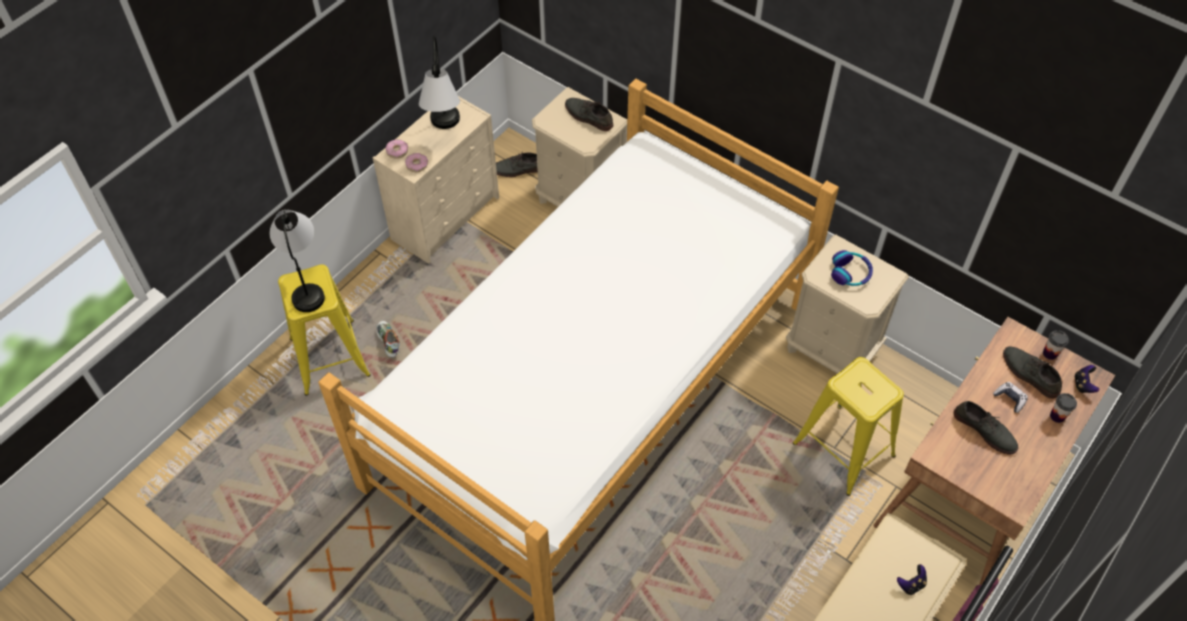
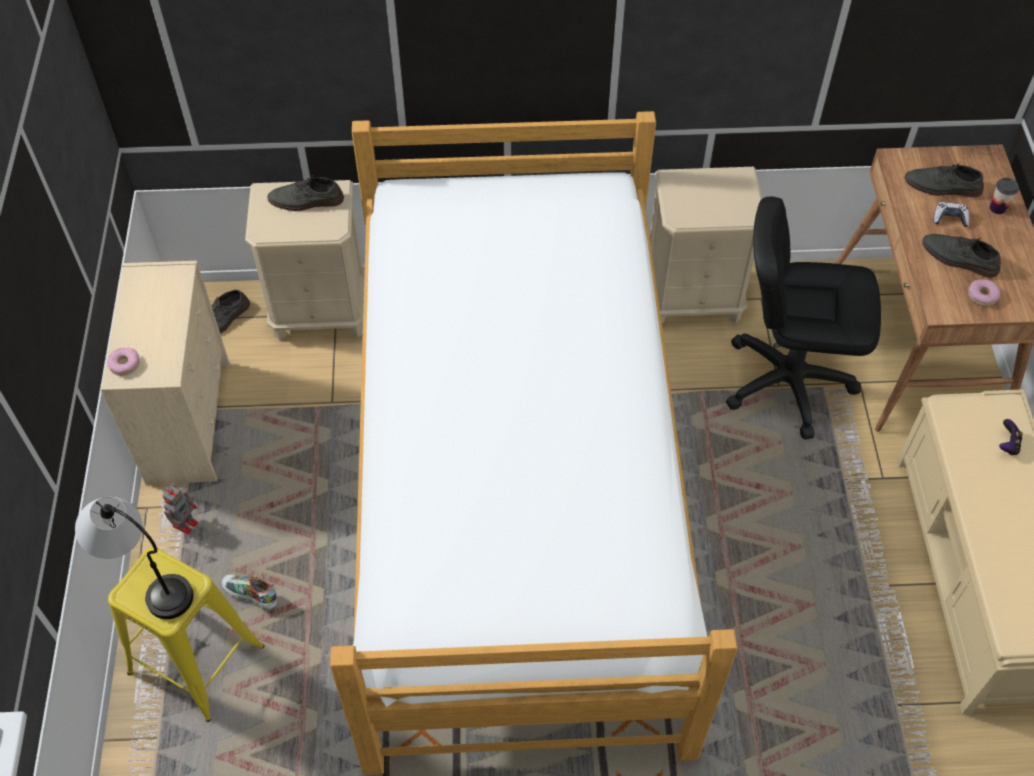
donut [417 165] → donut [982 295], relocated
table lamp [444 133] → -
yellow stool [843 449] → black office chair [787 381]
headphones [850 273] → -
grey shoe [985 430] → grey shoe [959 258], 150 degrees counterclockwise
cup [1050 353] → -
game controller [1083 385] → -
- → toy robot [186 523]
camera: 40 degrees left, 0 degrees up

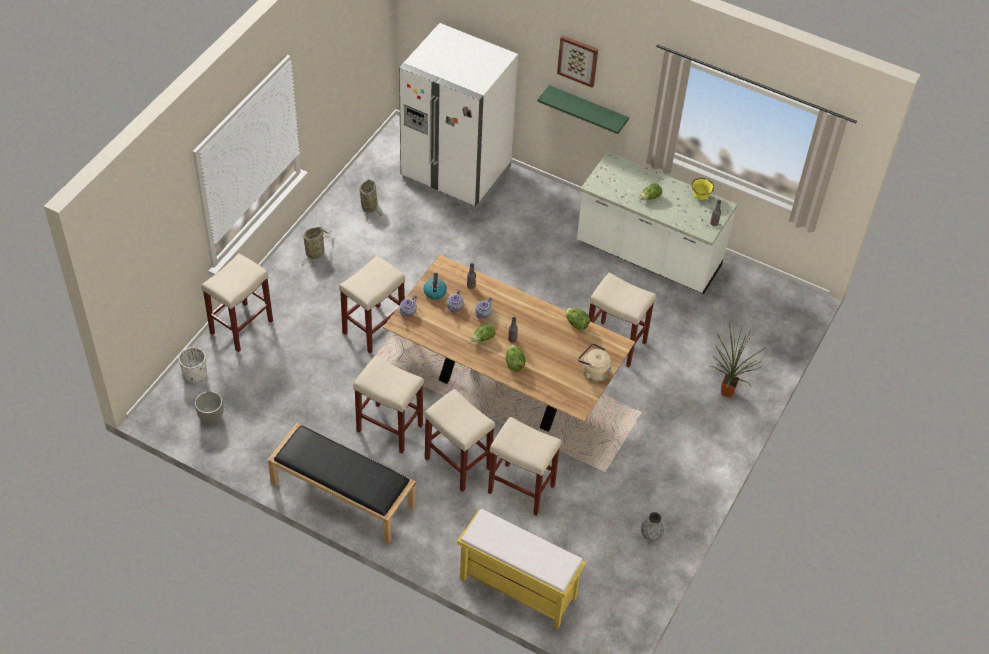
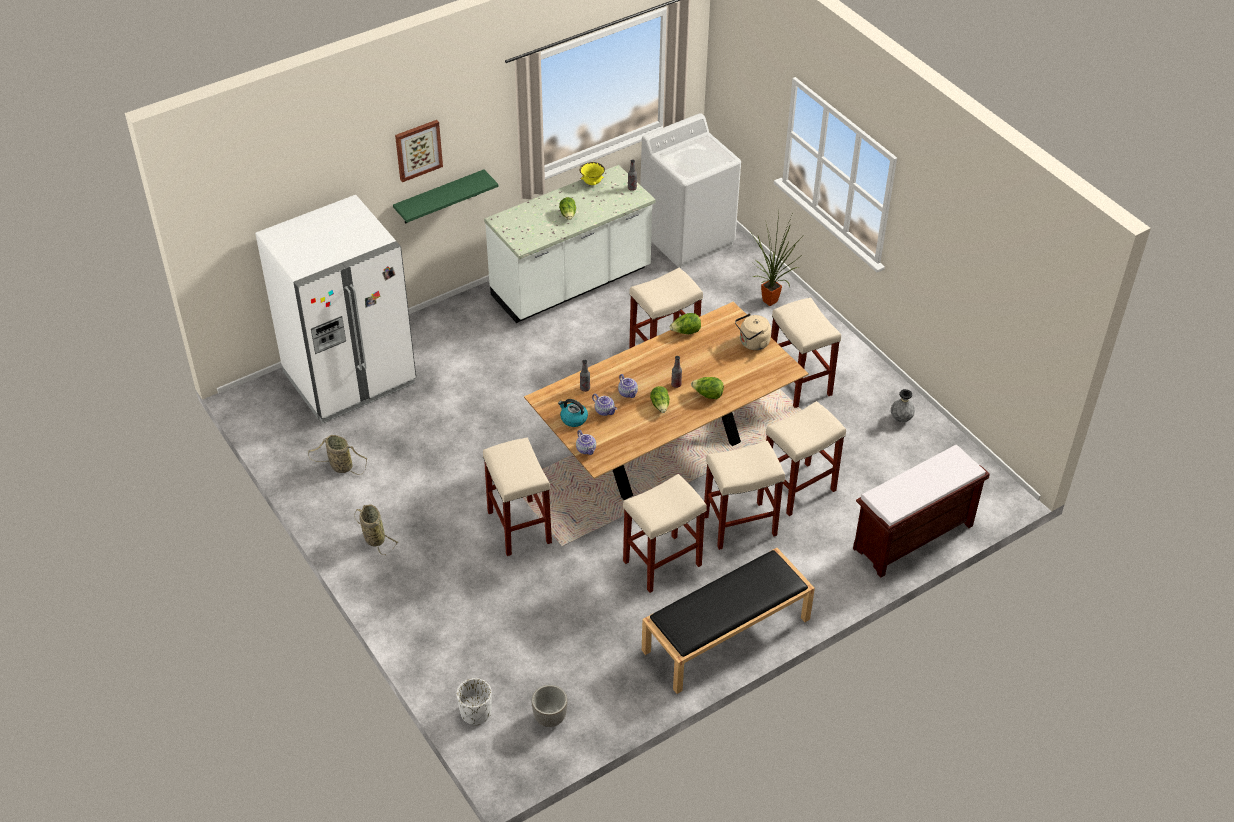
beige stool [241 327] → beige stool [800 384], relocated
yellow bench [516 588] → brown bench [912 538]
- → white washing machine [687 237]
camera: 60 degrees left, 5 degrees down

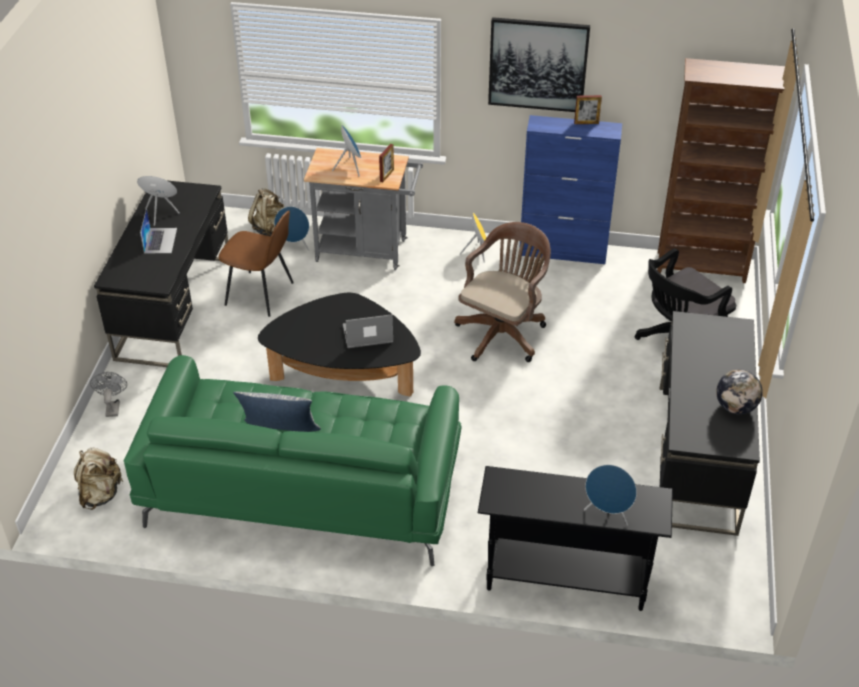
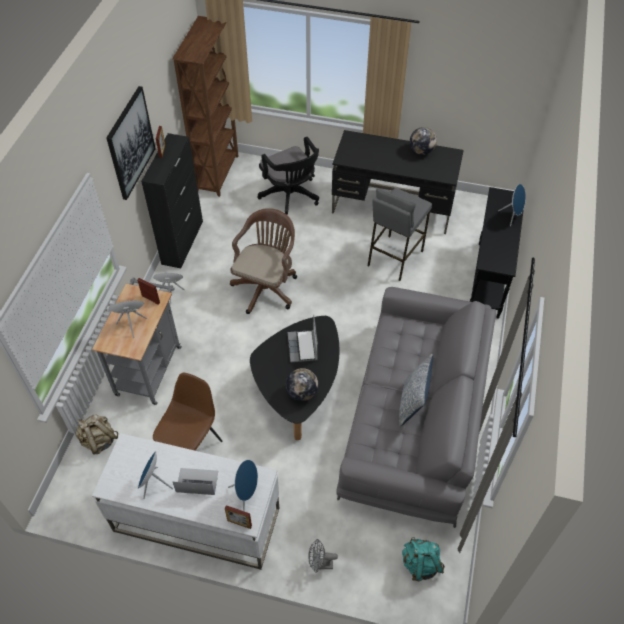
beige backpack [100 494] → turquoise backpack [420 564]
black desk [175 308] → white desk [196 519]
green sofa [301 486] → grey sofa [413 418]
blue speaker [294 246] → blue speaker [246 492], relocated
brown office chair [503 332] → brown office chair [266 286], 75 degrees clockwise
blue cabinet [563 251] → black cabinet [182 242]
- → picture frame [239 523]
- → globe [302 393]
- → grey stool [394 258]
camera: 85 degrees left, 10 degrees up

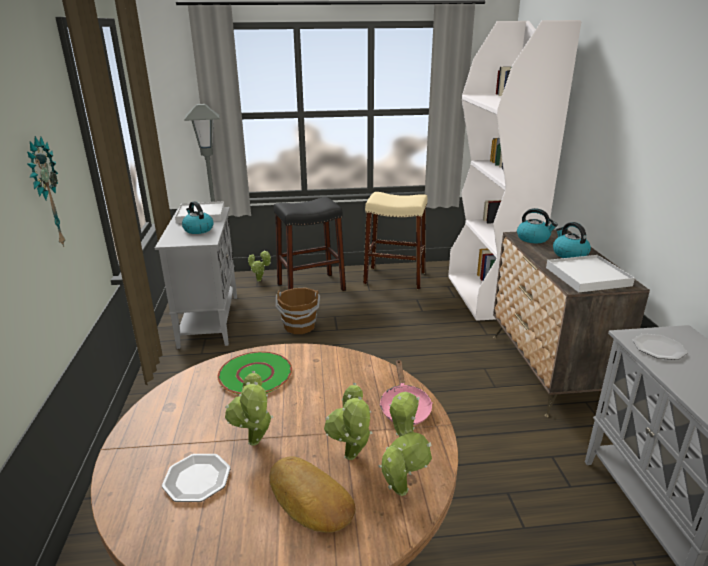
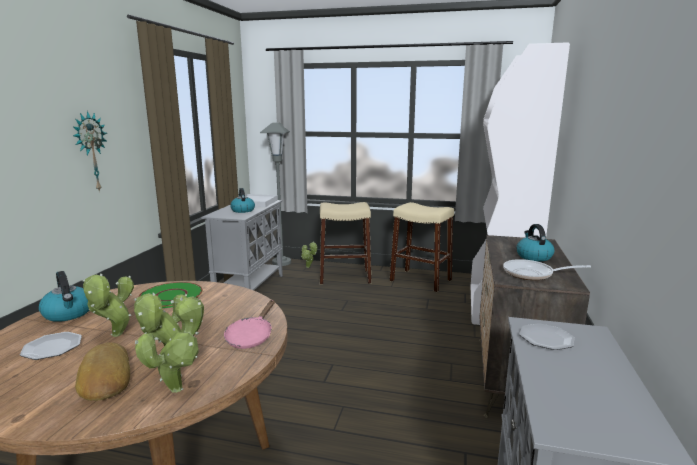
black stool [311 287] → beige stool [344 277]
brown bucket [299 327] → -
kettle [533 239] → kettle [68 313], relocated
white tray [588 276] → frying pan [532 274]
camera: 20 degrees right, 10 degrees down

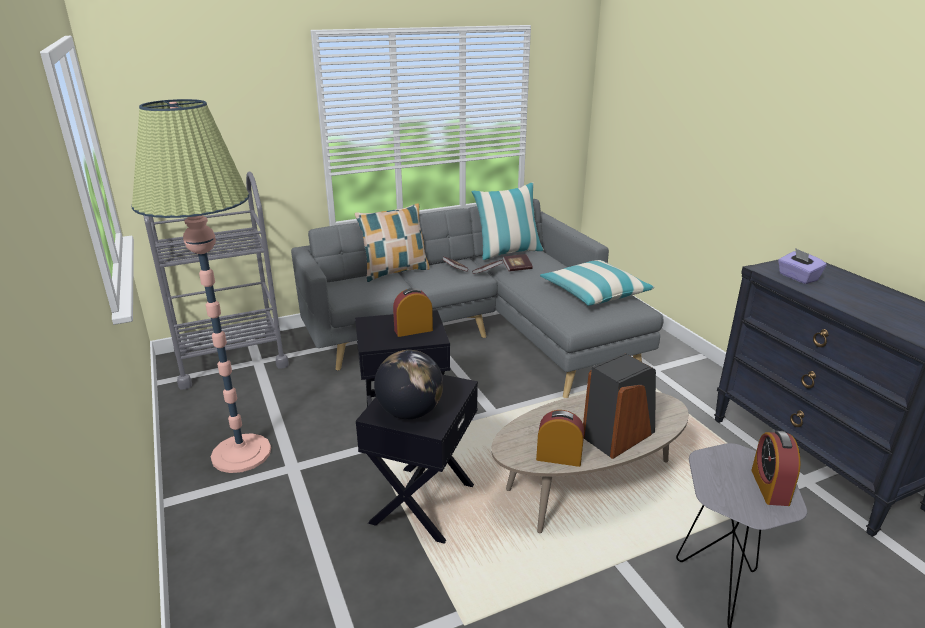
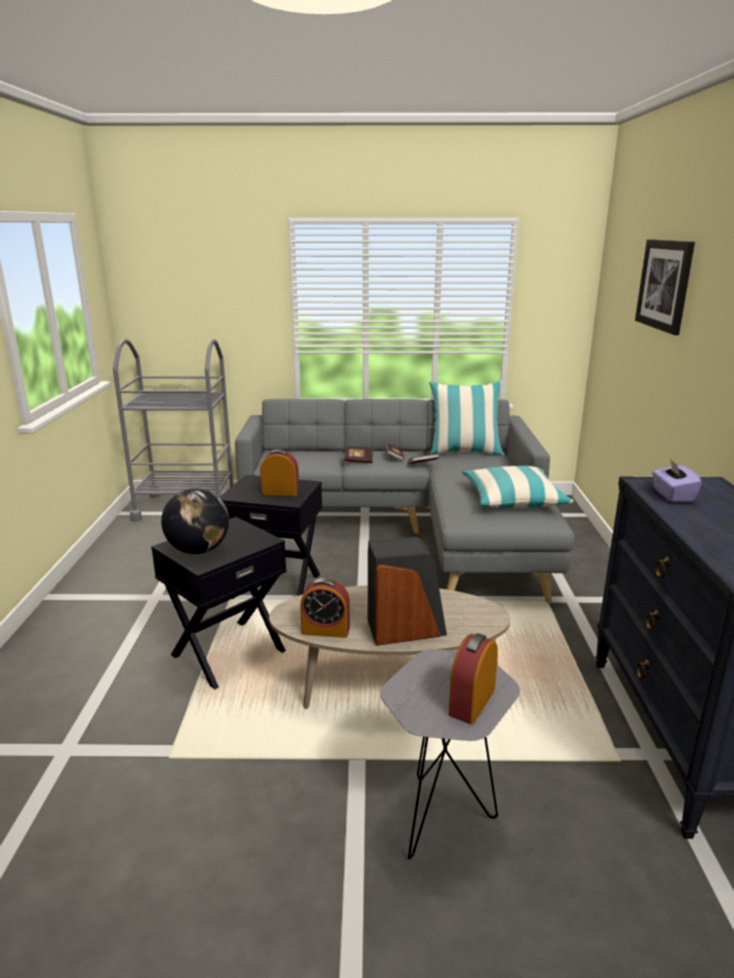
floor lamp [241 453] → -
pillow [395 272] → -
book [517 268] → book [358 460], relocated
alarm clock [559 457] → alarm clock [325 630], 150 degrees clockwise
- → picture [665 285]
camera: 25 degrees right, 5 degrees down

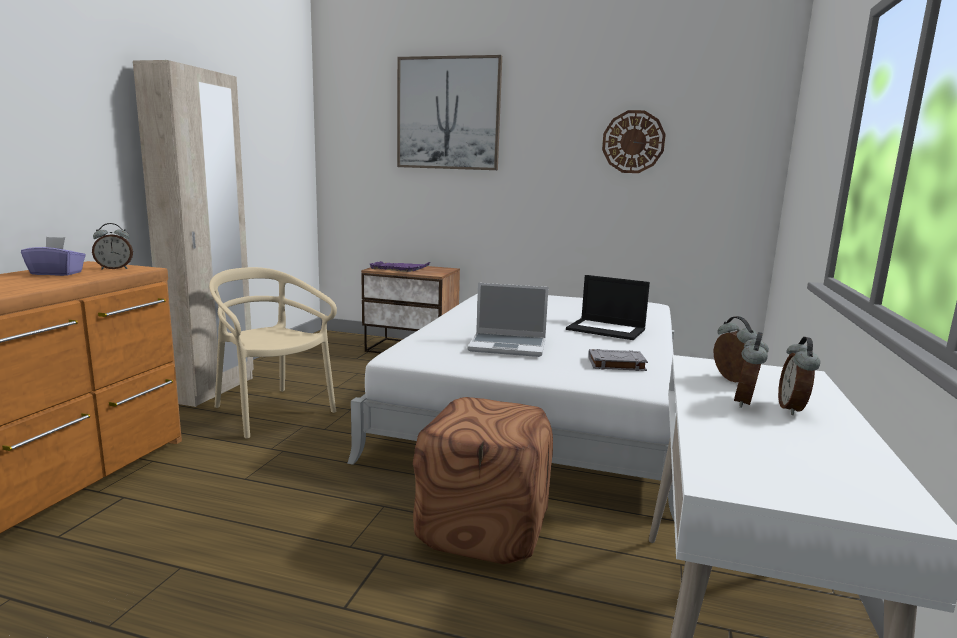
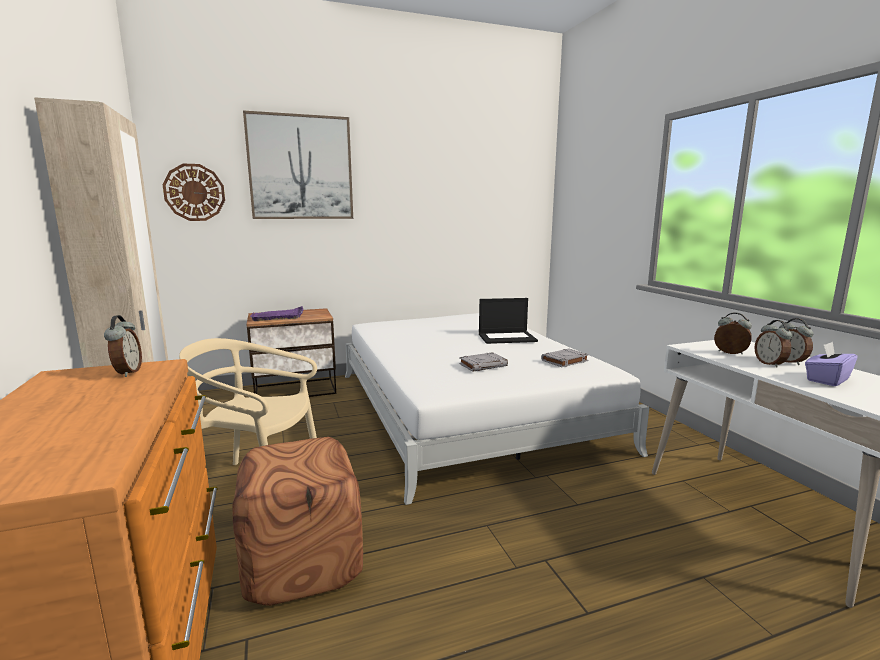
purple tissue box [57 273] → purple tissue box [826 380], relocated
alarm clock [114 269] → alarm clock [127 373], 45 degrees counterclockwise
brown ottoman [485 527] → brown ottoman [304 561], relocated
laptop [508 346] → grey book [483 365]
wall clock [633 142] → wall clock [194 192], relocated
camera: 35 degrees left, 0 degrees up

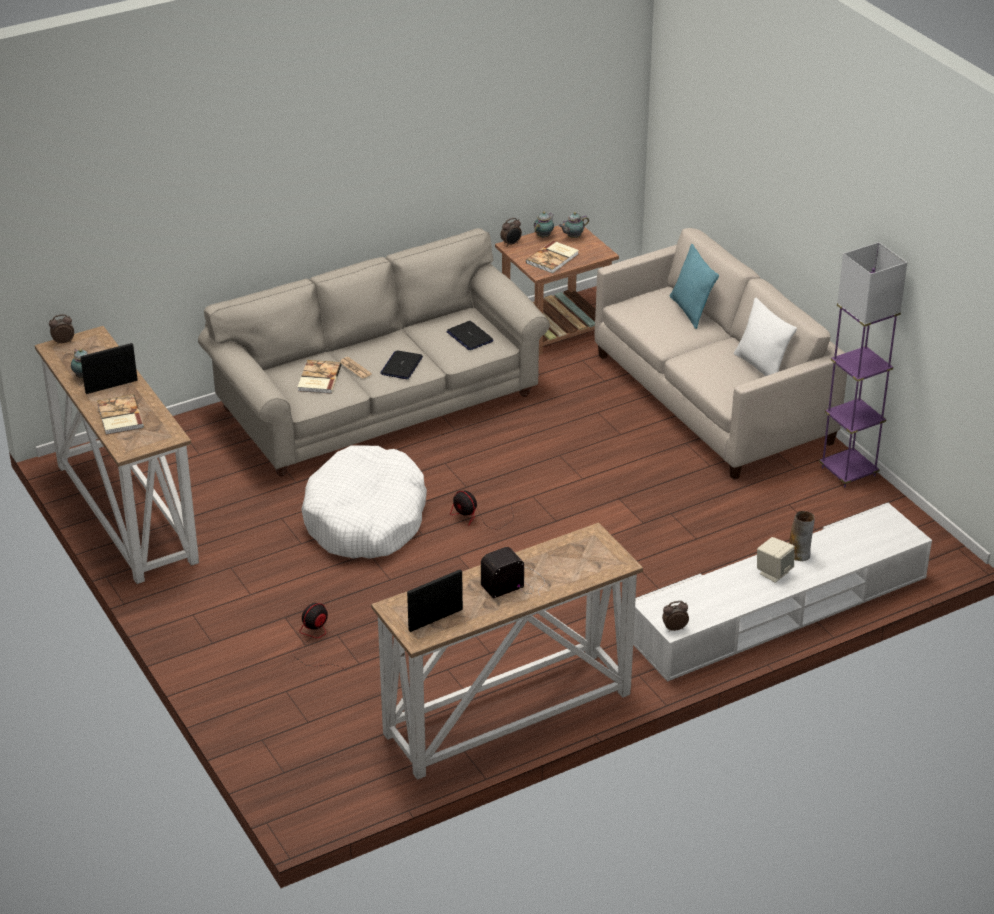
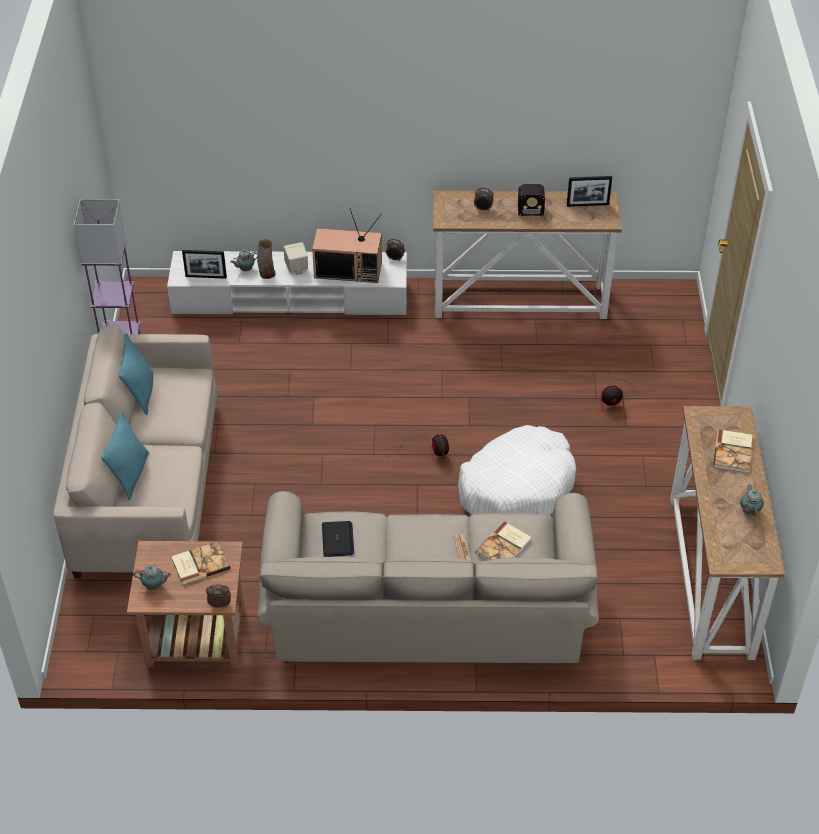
alarm clock [63 342] → alarm clock [483 209], relocated
picture frame [111 386] → picture frame [206 277], relocated
laptop [401 366] → -
teapot [544 236] → teapot [245 269], relocated
white pillow [761 367] → turquoise pillow [141 393]
- → television [349 269]
camera: 150 degrees left, 10 degrees up

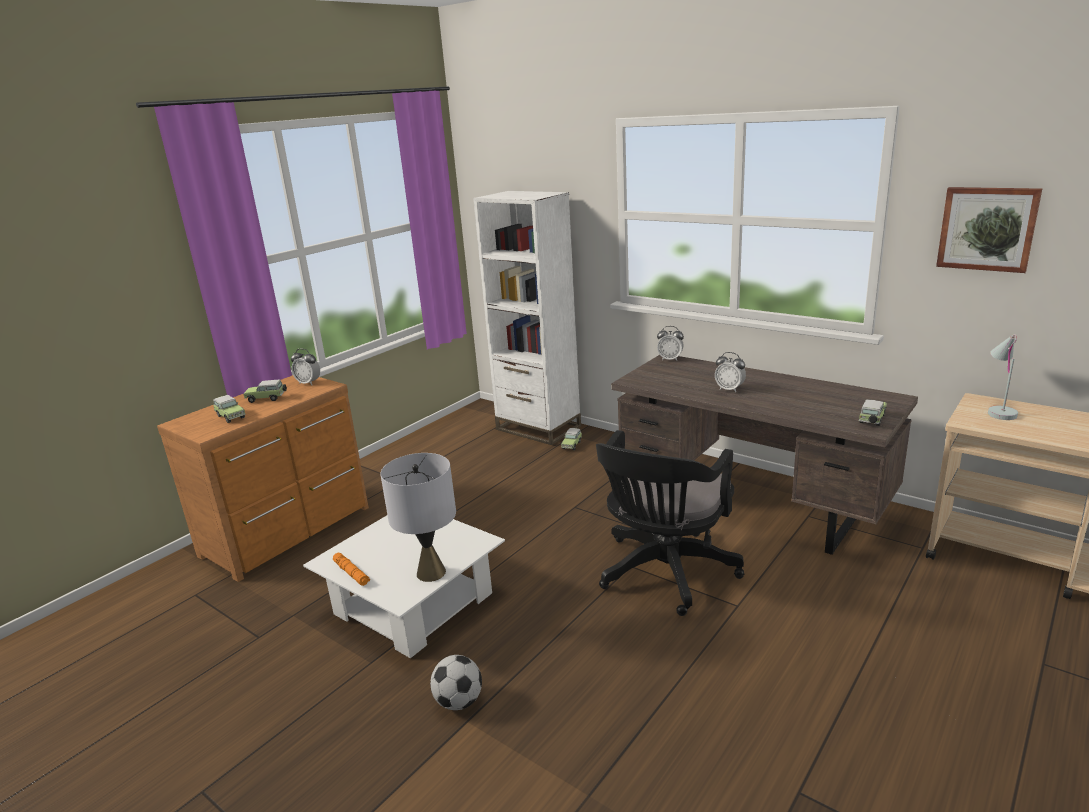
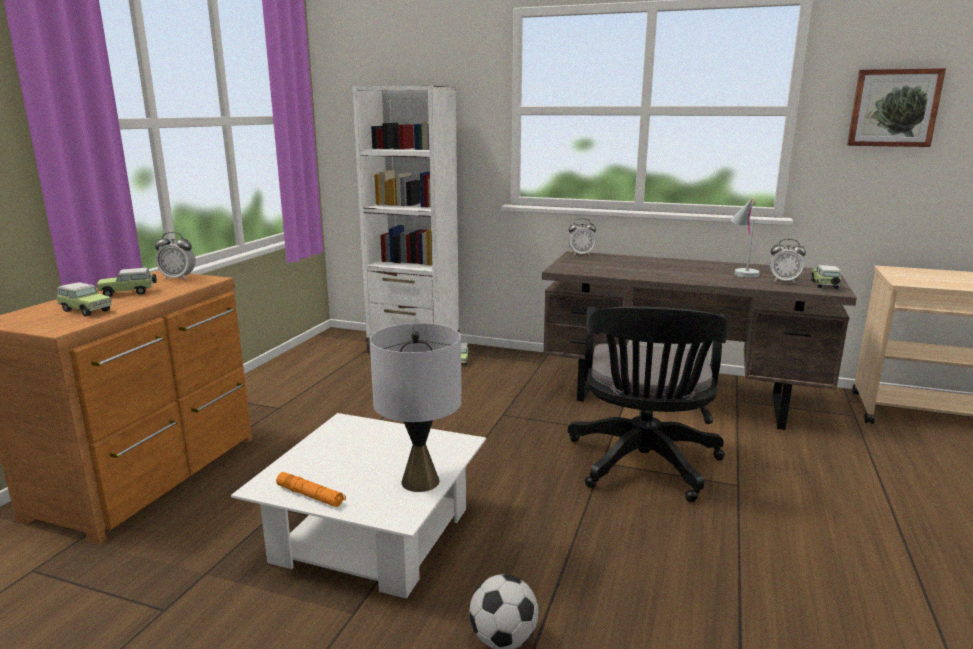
alarm clock [729 389] → alarm clock [783 281], relocated
white table lamp [997 410] → white table lamp [741 272], relocated
camera: 20 degrees left, 5 degrees down

